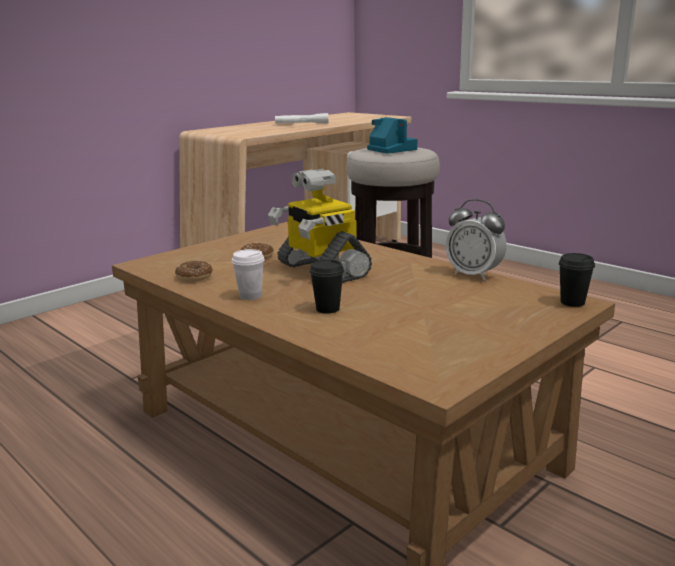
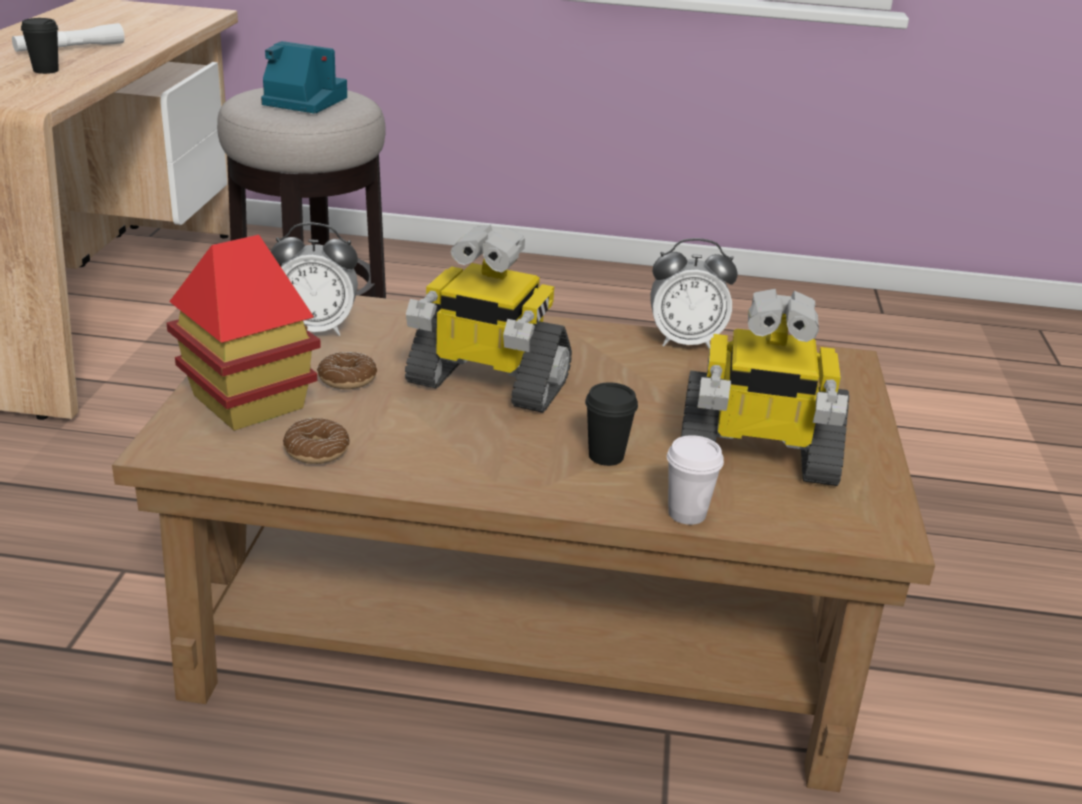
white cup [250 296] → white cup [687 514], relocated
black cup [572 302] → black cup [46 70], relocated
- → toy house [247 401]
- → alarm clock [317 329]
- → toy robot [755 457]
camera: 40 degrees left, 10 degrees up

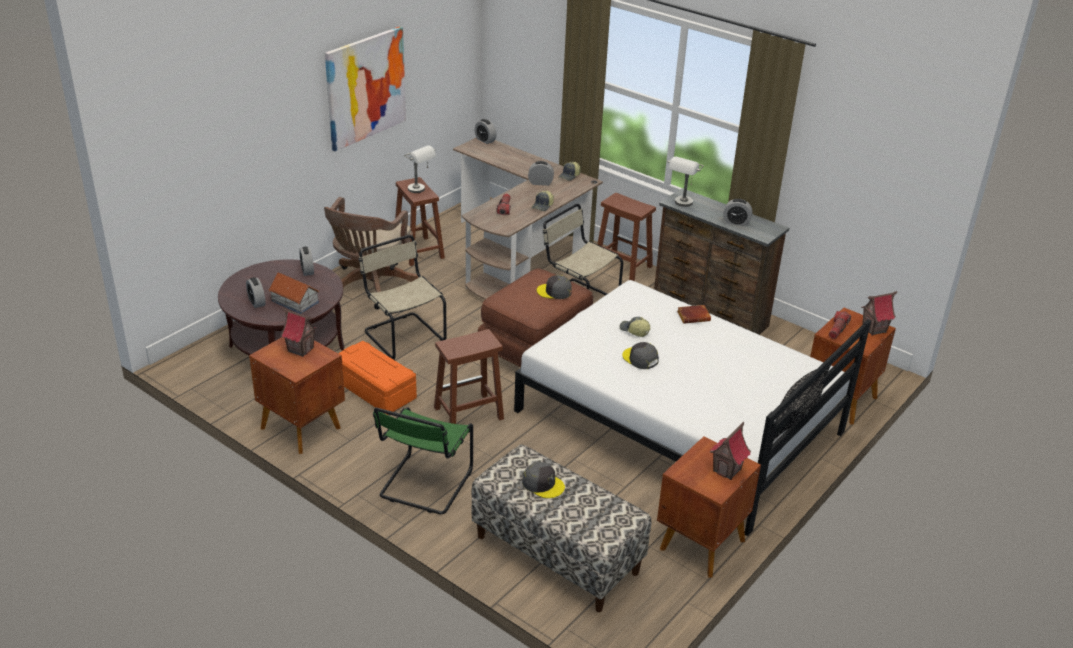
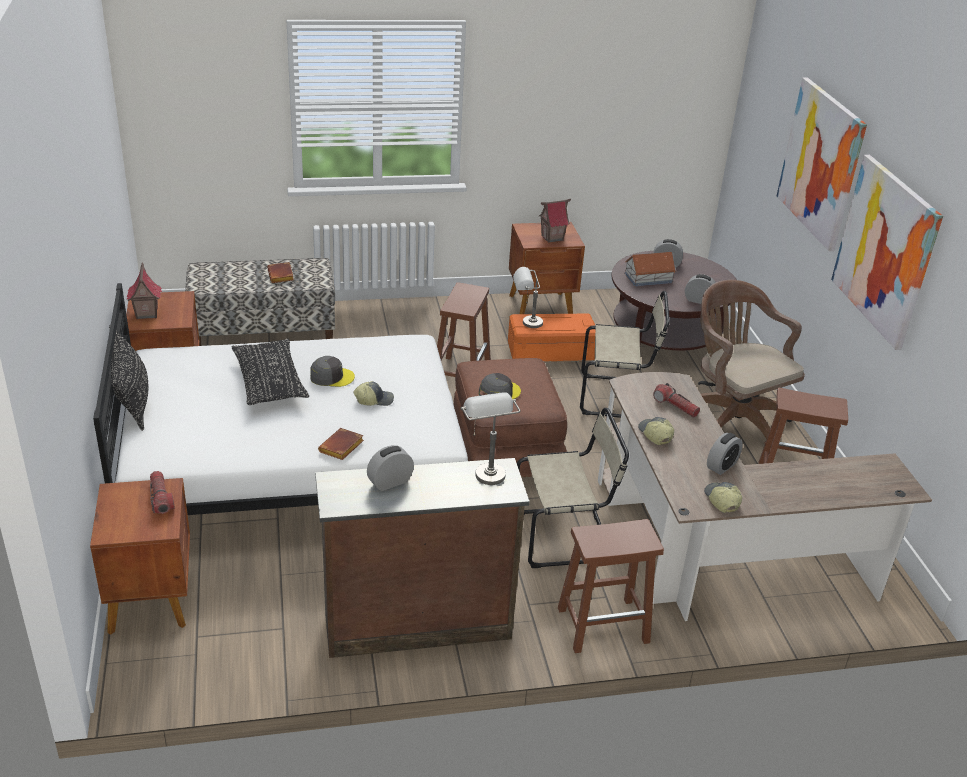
green chair [424 486] → -
grey table lamp [420 191] → grey table lamp [525 323], relocated
alarm clock [485 140] → -
grey cap [543 484] → brown book [281 276]
toy house [874 329] → -
- → black pillow [269 382]
- → picture [820 163]
camera: 130 degrees right, 0 degrees up

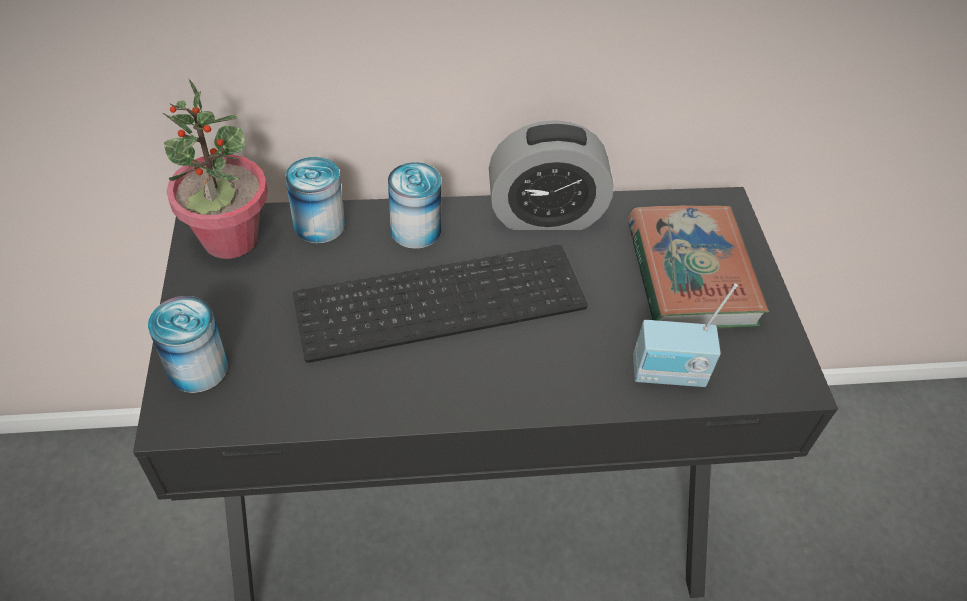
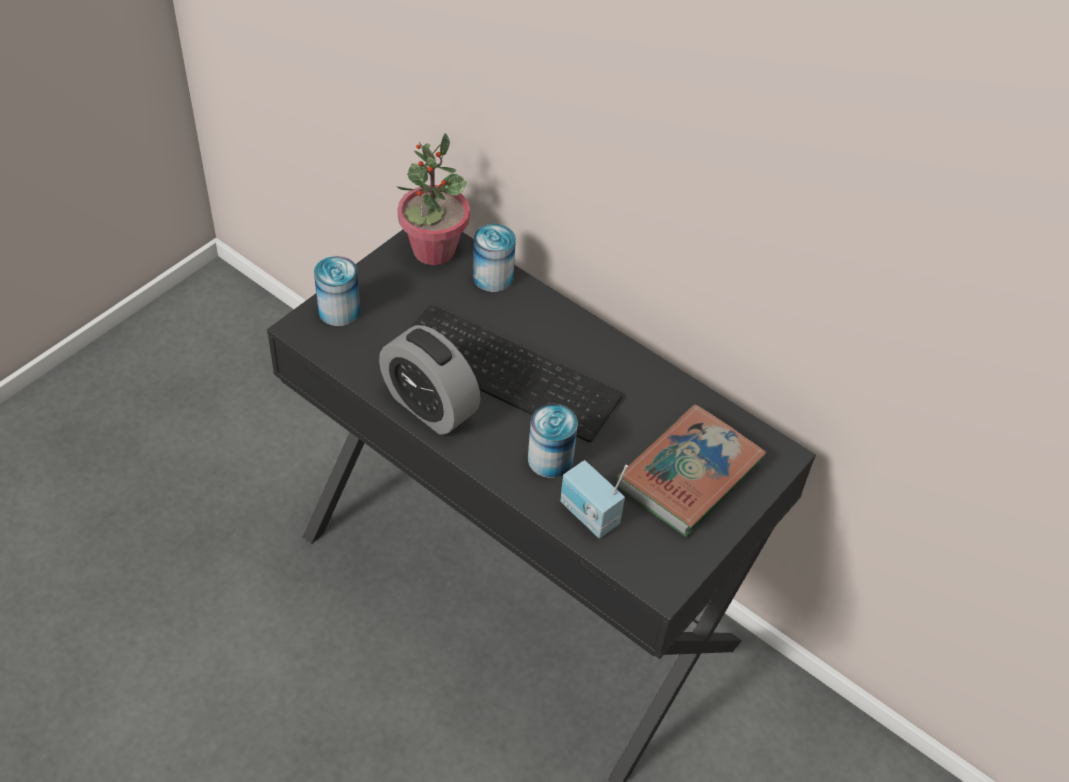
can [415 230] → can [550 459], relocated
alarm clock [545 215] → alarm clock [429 406], relocated
camera: 45 degrees right, 0 degrees up

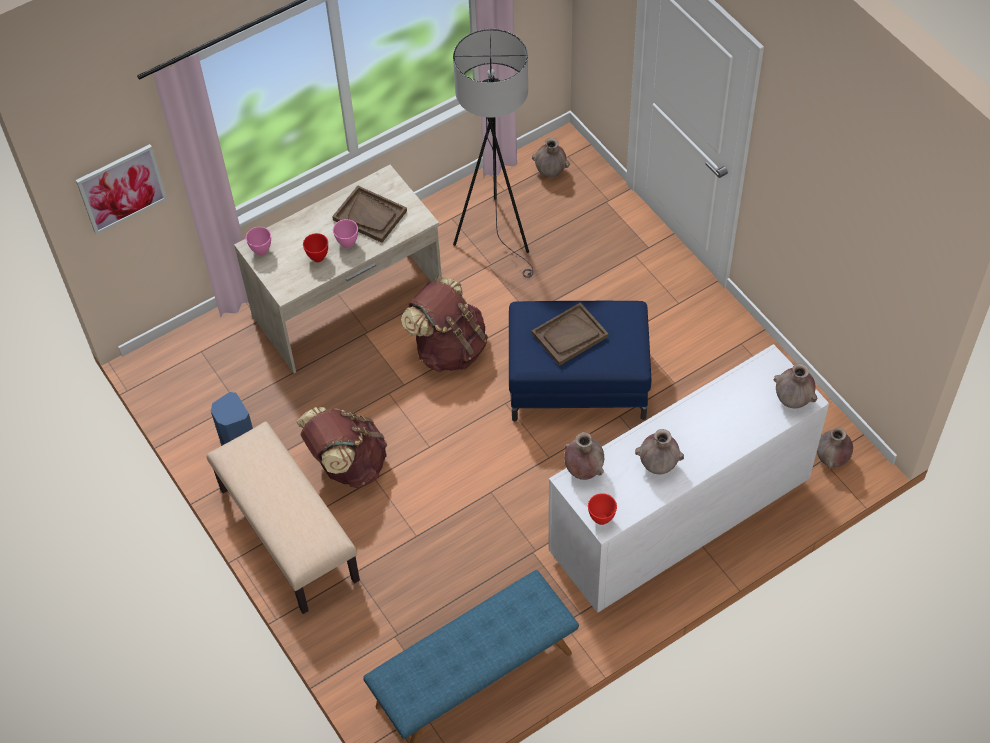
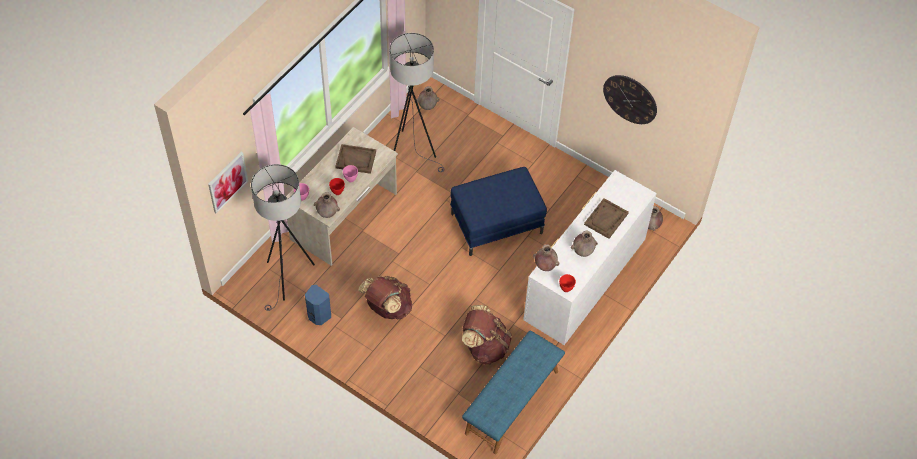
beige bench [287 534] → -
brown backpack [449 348] → brown backpack [485 347], relocated
brown tray [569 335] → brown tray [606 219], relocated
brown vase [792 400] → brown vase [327 213], relocated
- → grey floor lamp [288 279]
- → wall clock [630 99]
camera: 25 degrees left, 0 degrees up

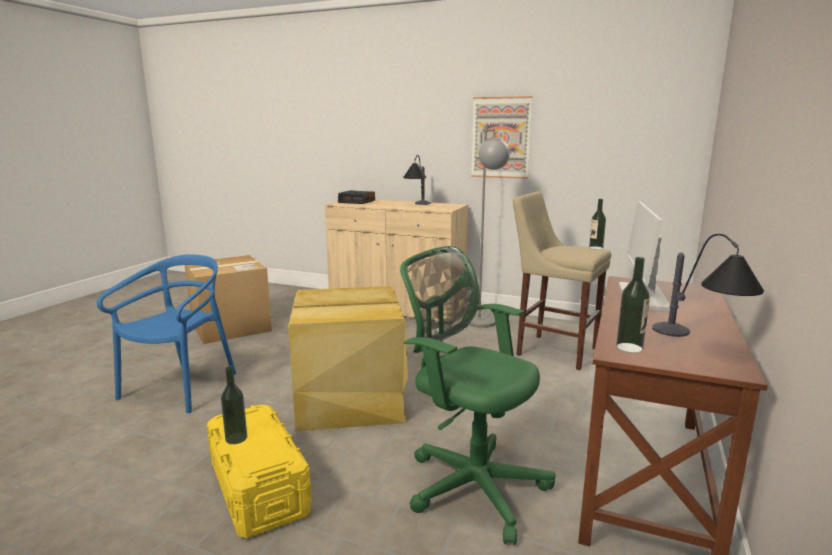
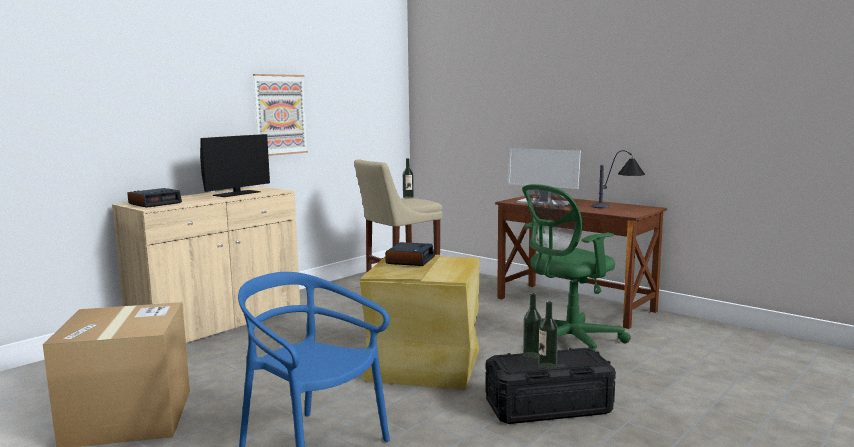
yellow storage box [258 488] → black storage box [548 407]
table lamp [418 205] → monitor [237 193]
grey floor lamp [483 326] → -
bottle [629 348] → bottle [531 355], relocated
- → alarm clock [410 260]
camera: 70 degrees left, 5 degrees down

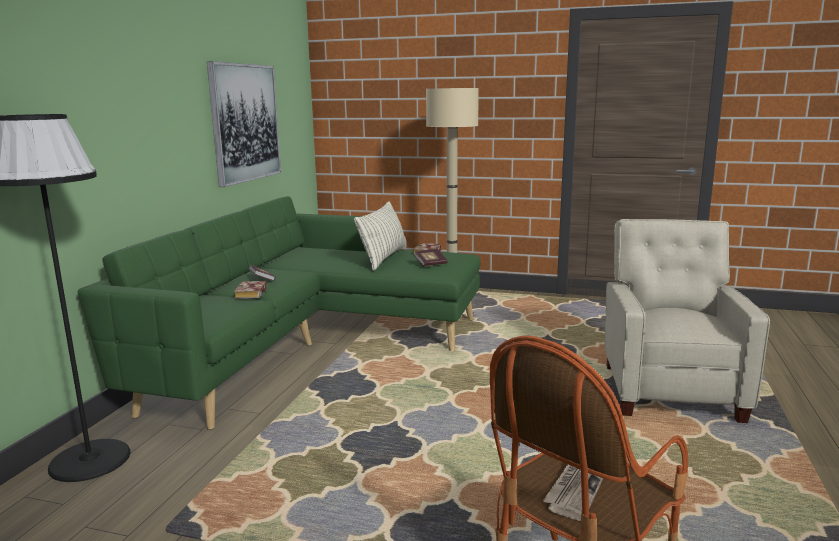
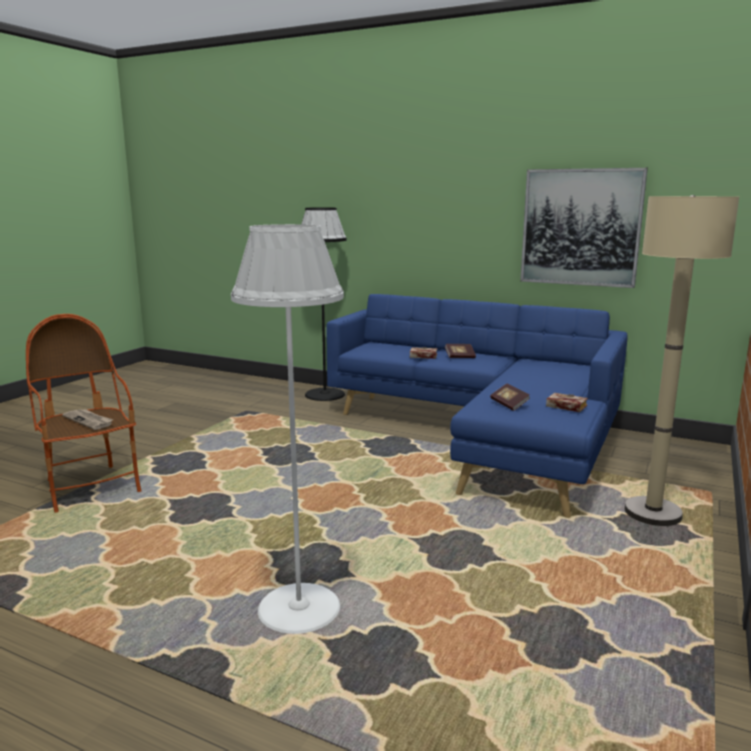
green sofa [311 345] → blue sofa [485 438]
pillow [383 258] → -
beige armchair [670 390] → white floor lamp [299 609]
camera: 100 degrees right, 0 degrees up

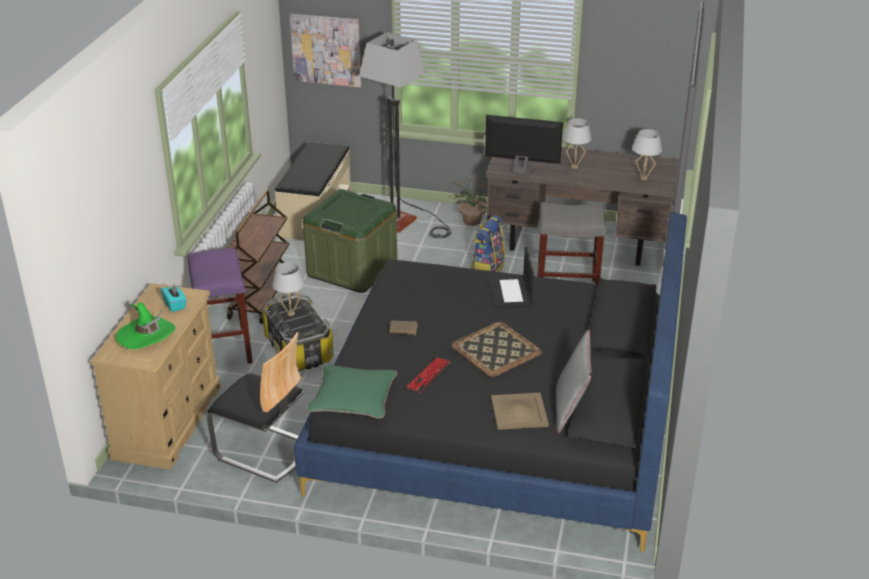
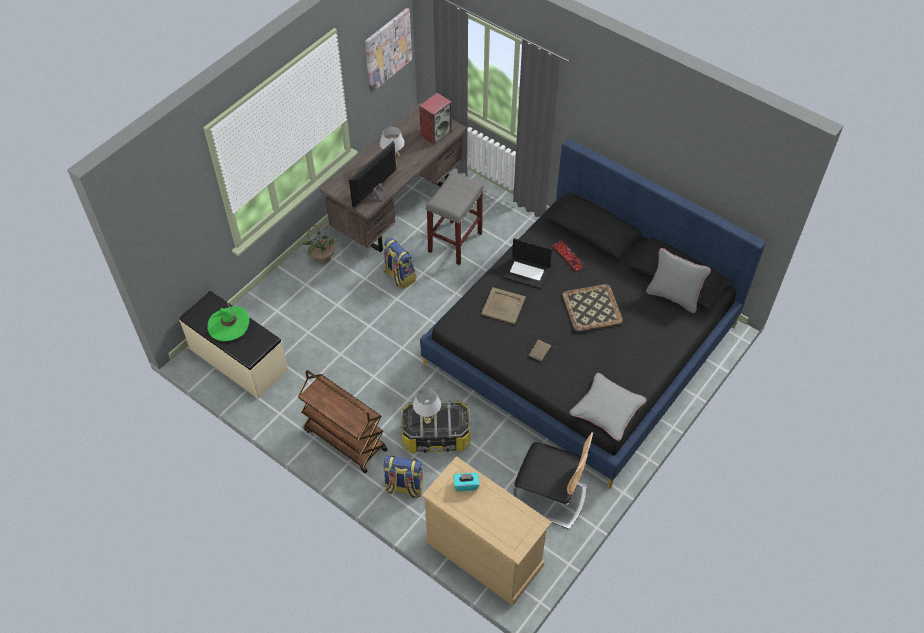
green hat [146 335] → green hat [229 325], relocated
purple stool [224 347] → backpack [404 487]
chair [264 451] → chair [550 497], 60 degrees clockwise
picture [326 49] → picture [387 49], relocated
green storage box [352 269] → -
green pillow [353 398] → grey pillow [607 409]
floor lamp [406 223] → -
keyboard [428 376] → keyboard [568 256], relocated
beige tray [518 411] → beige tray [503 306], relocated
white table lamp [643 178] → speaker [436 133]
camera: 65 degrees left, 20 degrees up

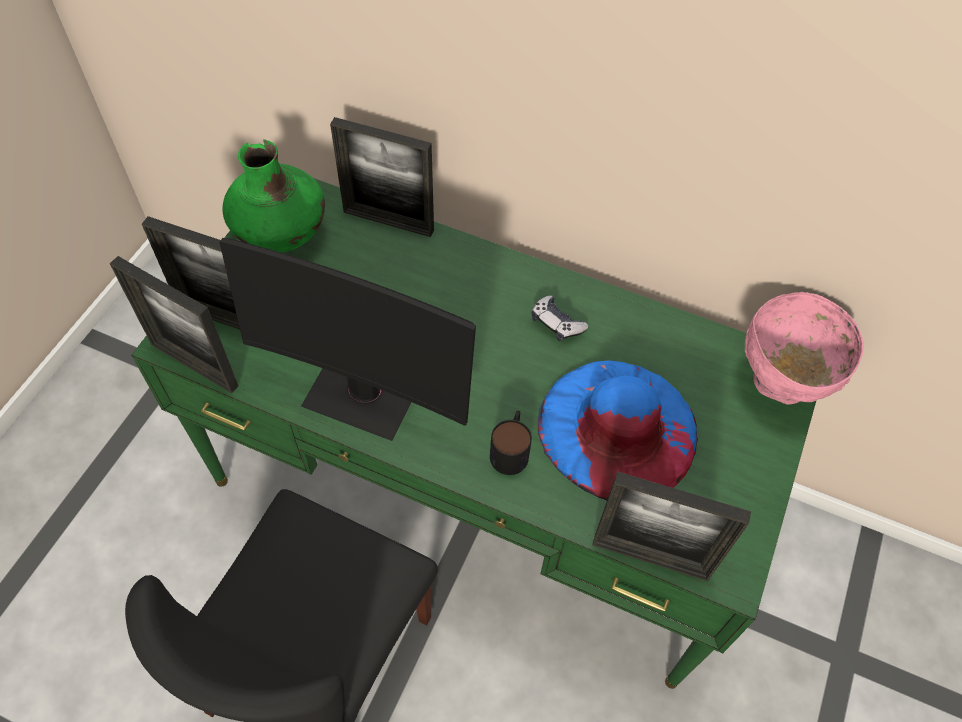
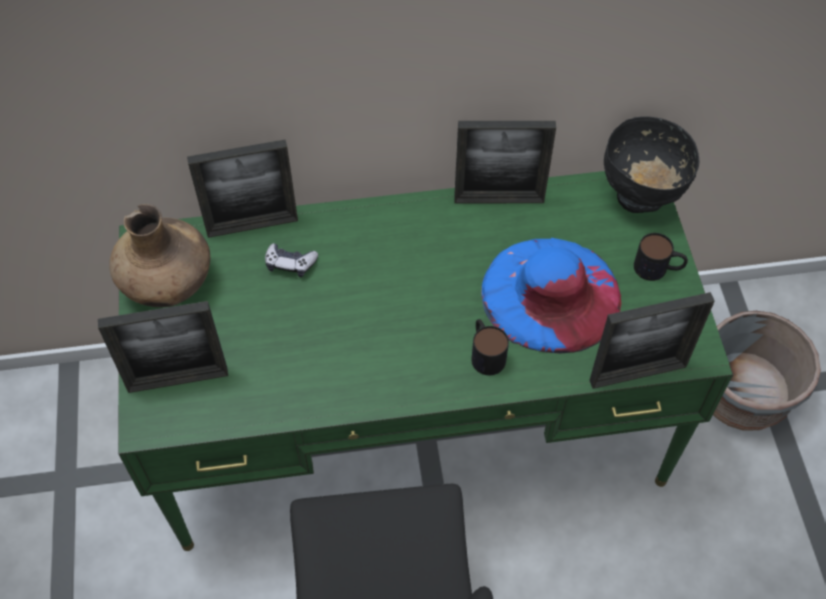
picture frame [194 365] → picture frame [499 199], relocated
monitor [364 393] → -
green vase [282 234] → brown vase [168 283]
game controller [556 323] → game controller [290 264], relocated
pink bowl [781 382] → black bowl [640 196]
- → mug [658 268]
- → grey planter [742 394]
camera: 30 degrees left, 0 degrees up

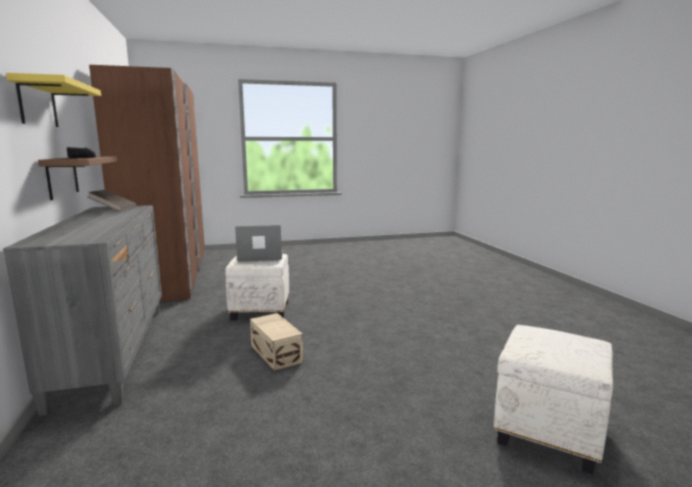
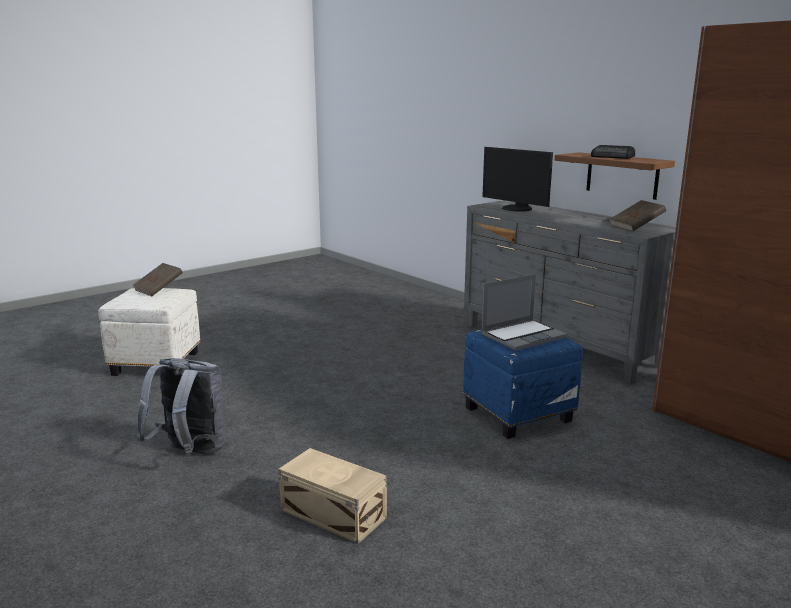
yellow shelf [37 103] → -
white ottoman [259 310] → blue ottoman [518 413]
beige storage box [276 353] → beige storage box [333 515], relocated
- → brown book [159 289]
- → grey backpack [190 453]
- → monitor [515 209]
camera: 155 degrees right, 5 degrees up

